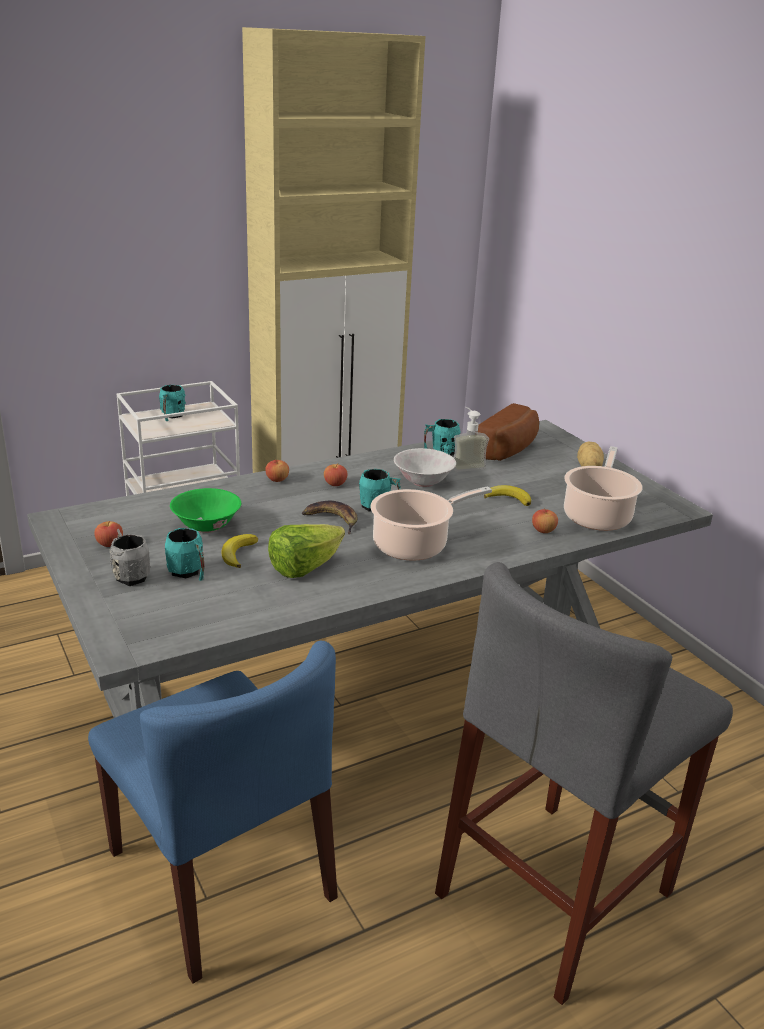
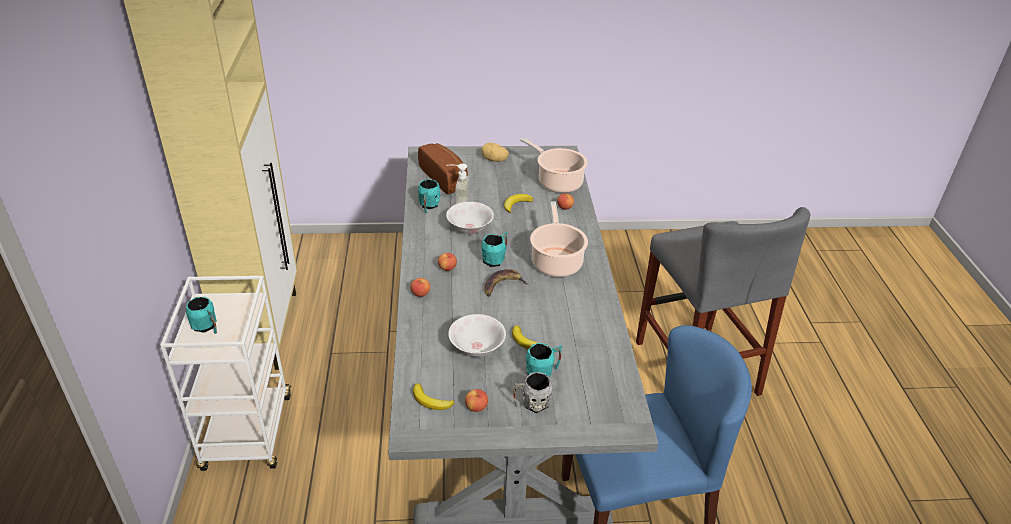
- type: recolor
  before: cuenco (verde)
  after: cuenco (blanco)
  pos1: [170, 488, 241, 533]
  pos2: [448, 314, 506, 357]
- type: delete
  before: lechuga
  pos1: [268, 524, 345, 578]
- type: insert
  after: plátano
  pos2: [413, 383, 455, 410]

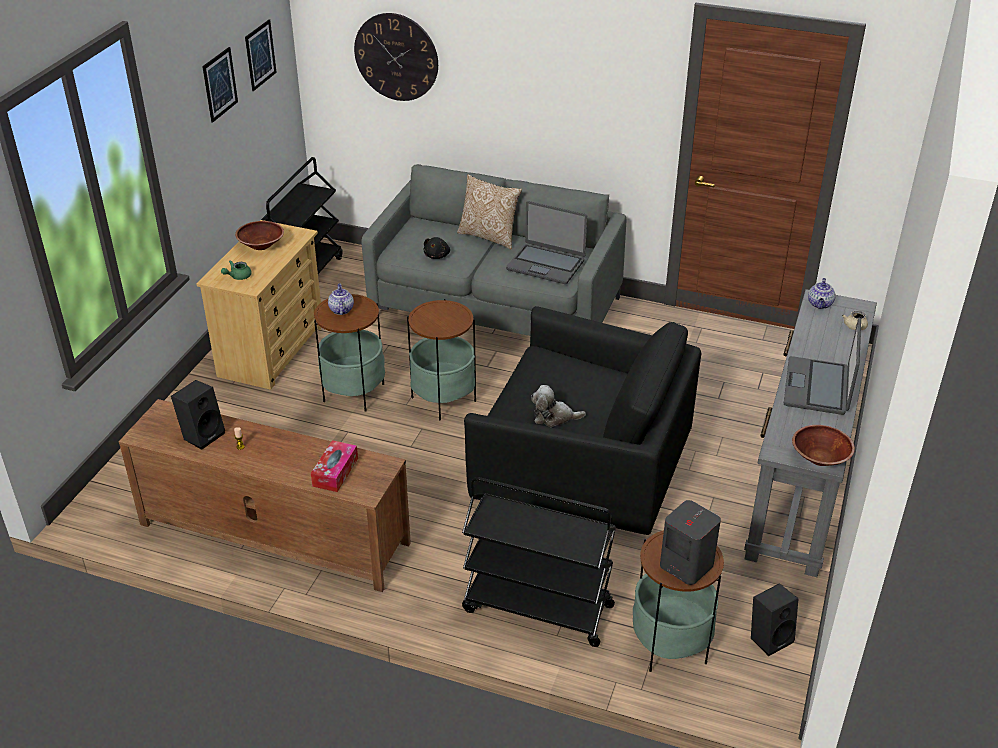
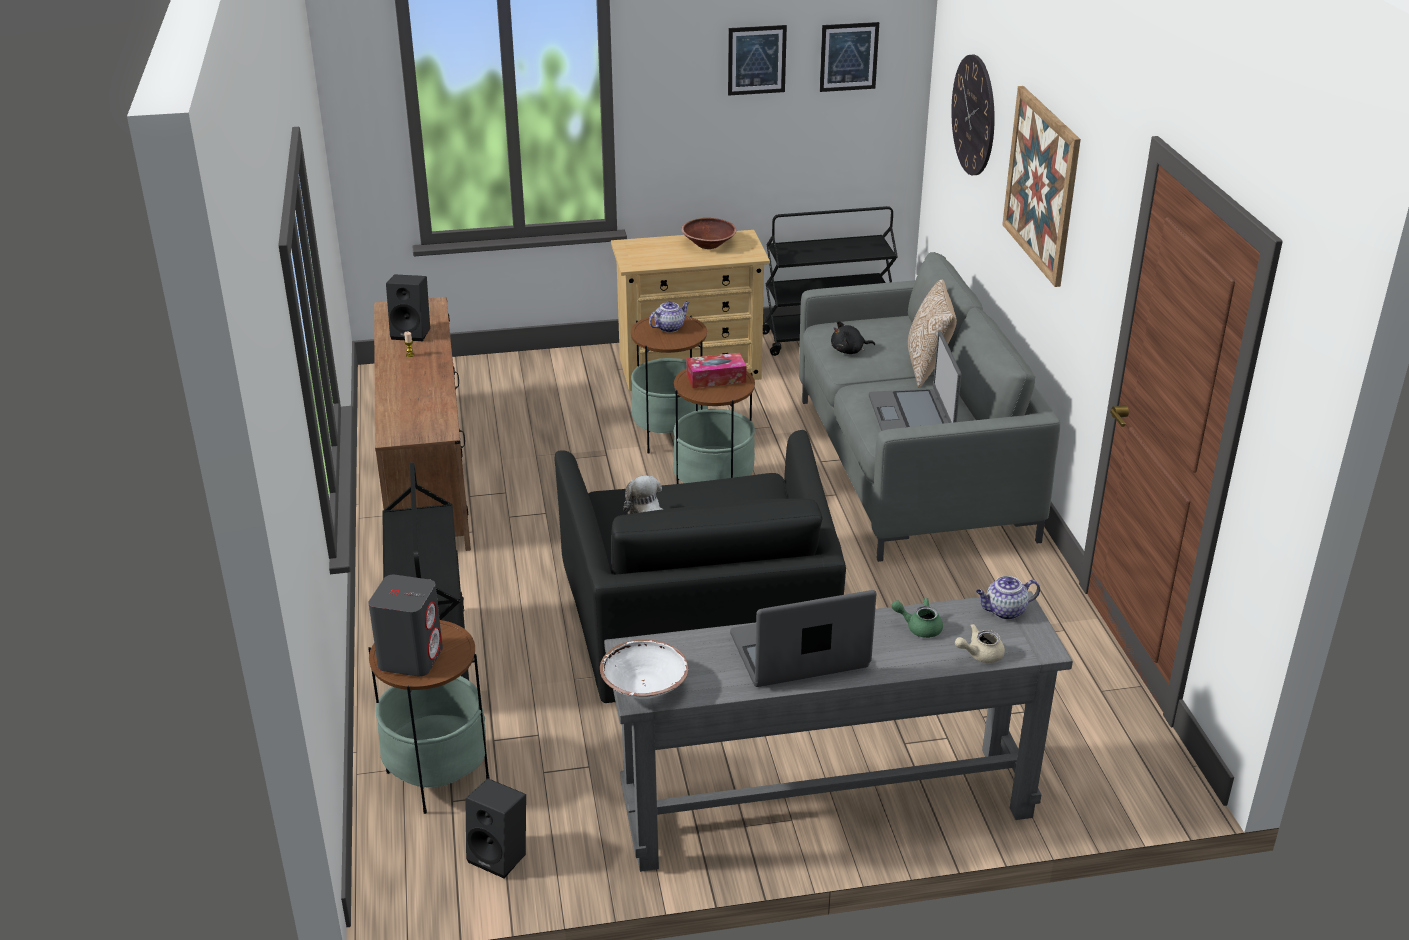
- type: move
  before: tetera (verde)
  pos1: [221, 260, 252, 280]
  pos2: [891, 598, 943, 638]
- type: move
  before: caja de pañuelos
  pos1: [311, 440, 358, 492]
  pos2: [687, 353, 746, 388]
- type: recolor
  before: cuenco (marrón)
  after: cuenco (blanco)
  pos1: [792, 425, 855, 466]
  pos2: [600, 640, 688, 699]
- type: insert
  after: cuadro
  pos2: [1002, 86, 1081, 287]

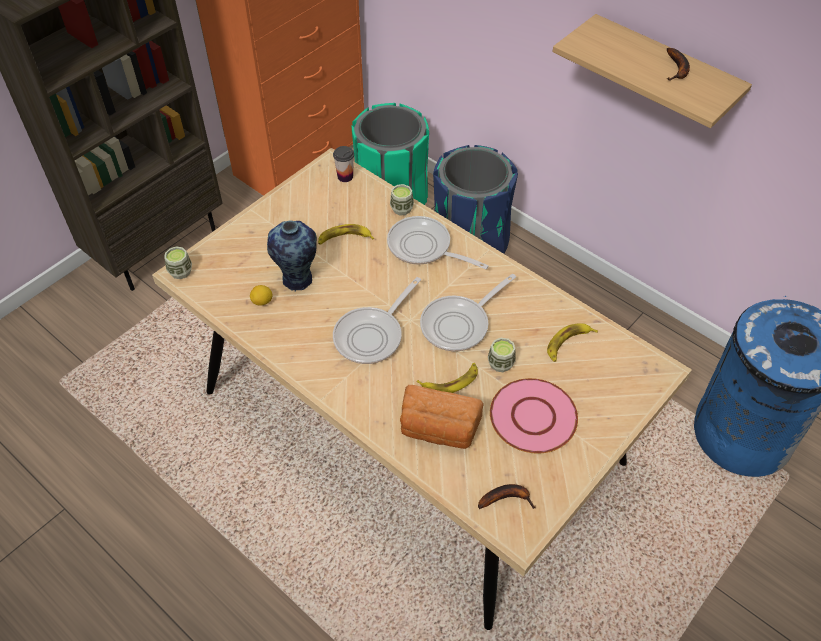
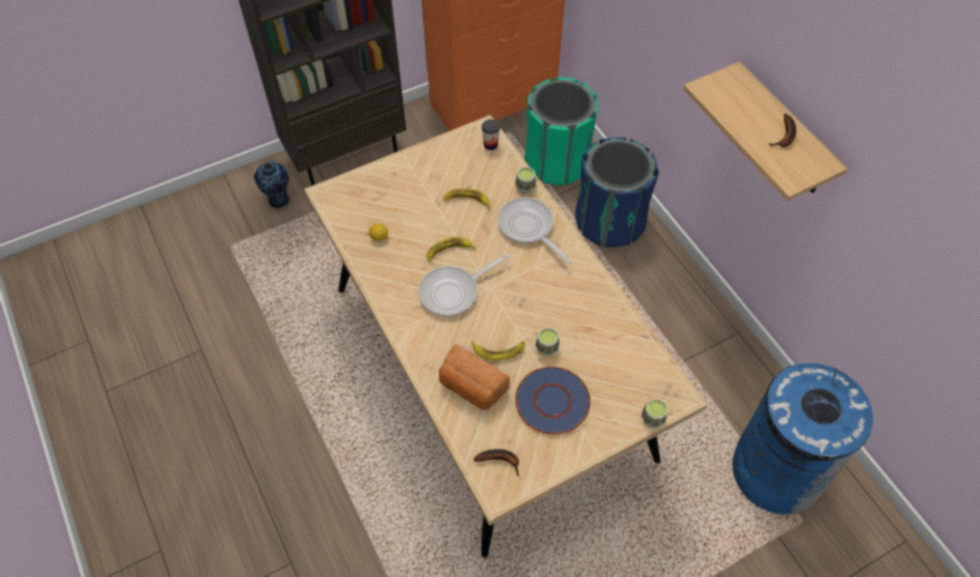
- type: move
  before: taza
  pos1: [164, 246, 192, 279]
  pos2: [641, 399, 668, 428]
- type: move
  before: florero
  pos1: [267, 220, 317, 291]
  pos2: [254, 162, 289, 208]
- type: delete
  before: sartén
  pos1: [420, 274, 516, 351]
- type: recolor
  before: plato (rosa)
  after: plato (azul)
  pos1: [490, 378, 578, 454]
  pos2: [515, 367, 591, 435]
- type: move
  before: plátano
  pos1: [547, 323, 598, 362]
  pos2: [427, 237, 476, 262]

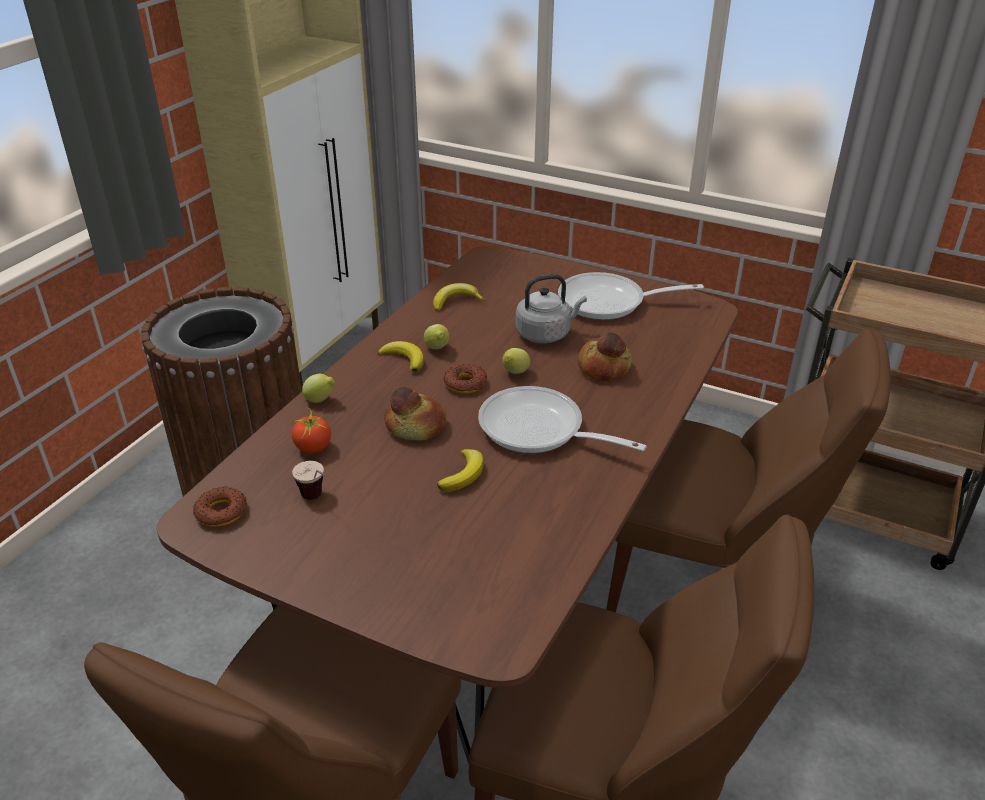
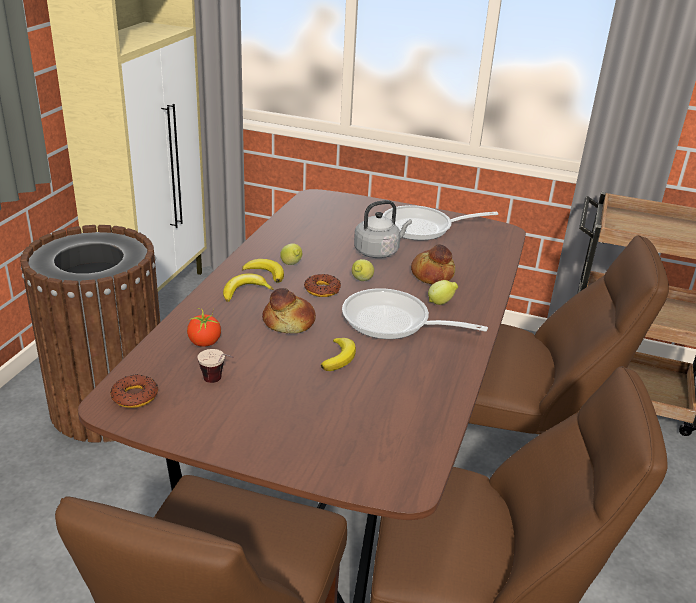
- type: move
  before: limón
  pos1: [302, 374, 335, 403]
  pos2: [428, 280, 458, 305]
- type: move
  before: plátano
  pos1: [433, 283, 485, 311]
  pos2: [223, 273, 273, 302]

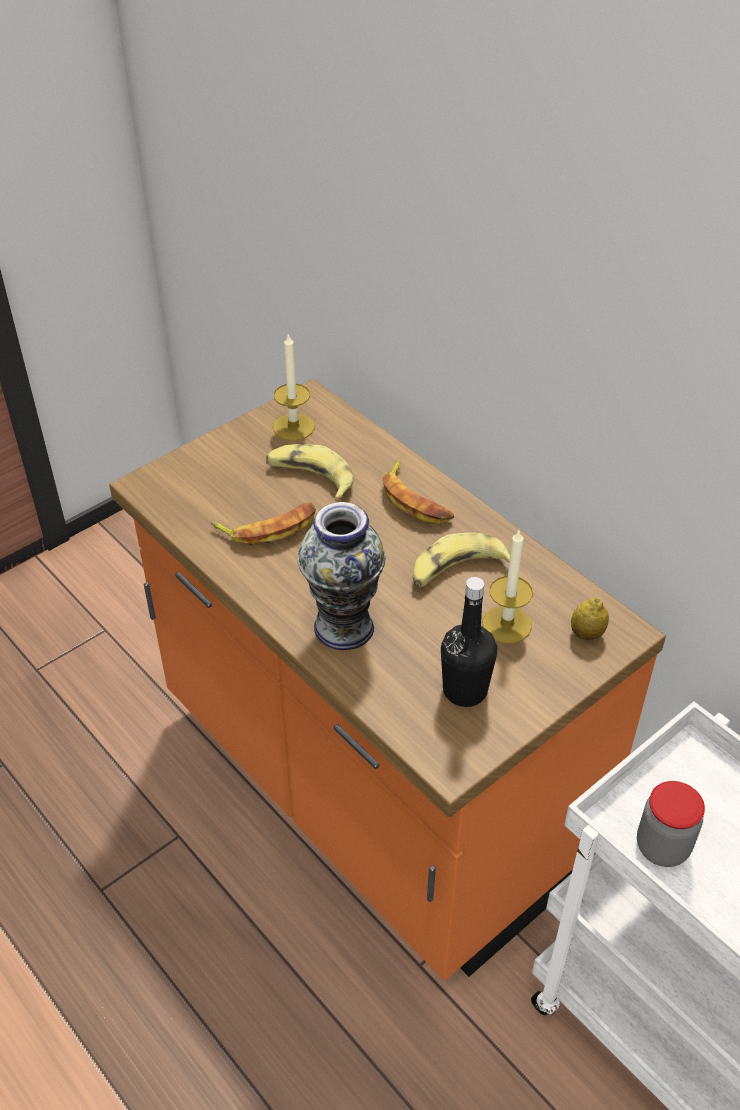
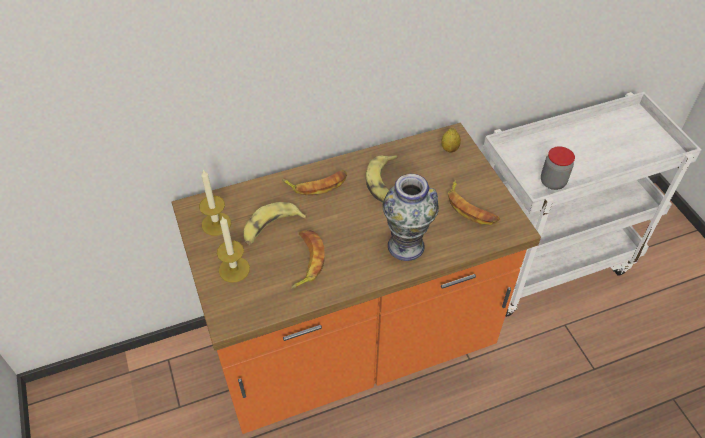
- type: replace
  before: botella (negro)
  after: plátano
  pos1: [441, 577, 497, 707]
  pos2: [448, 180, 500, 225]
- type: move
  before: vela
  pos1: [482, 530, 533, 643]
  pos2: [217, 216, 250, 282]

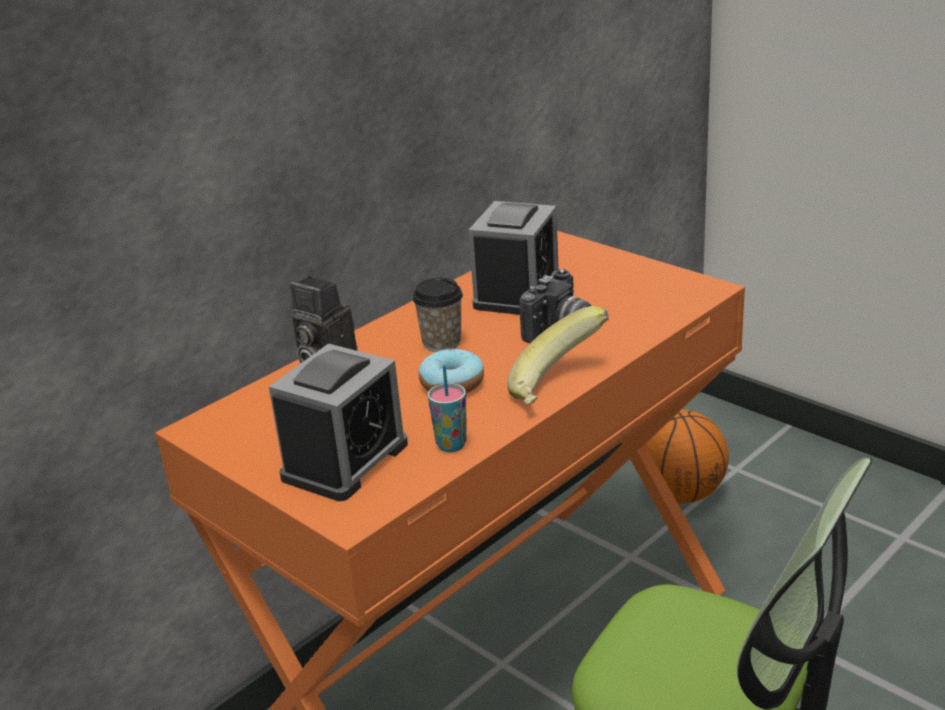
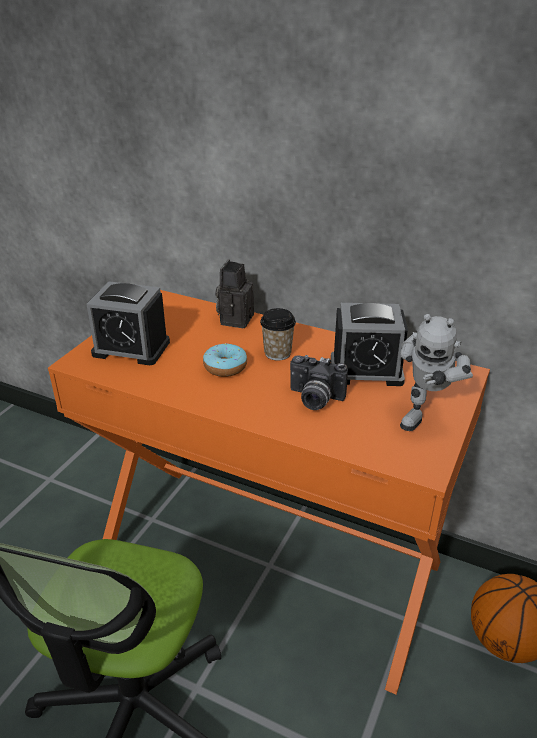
- type: delete
  before: taza
  pos1: [428, 365, 467, 452]
- type: delete
  before: plátano
  pos1: [507, 306, 609, 405]
- type: insert
  after: robot de juguete
  pos2: [400, 314, 473, 431]

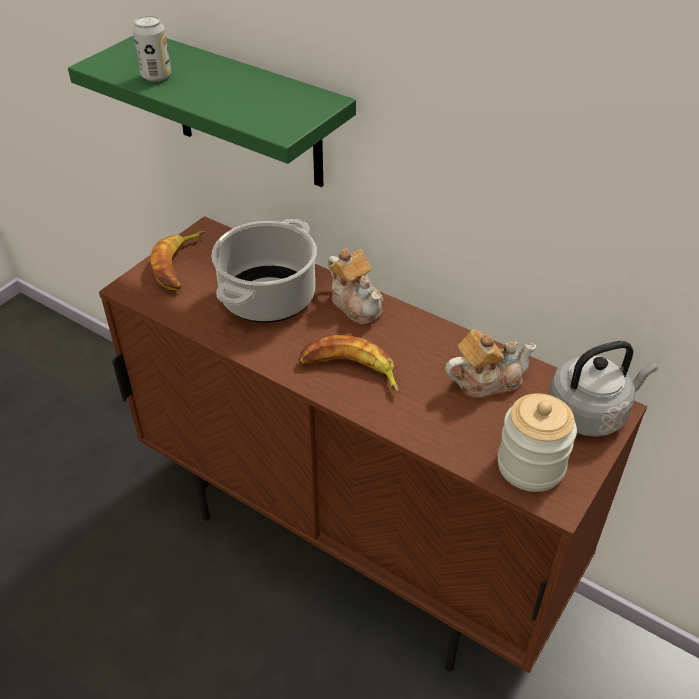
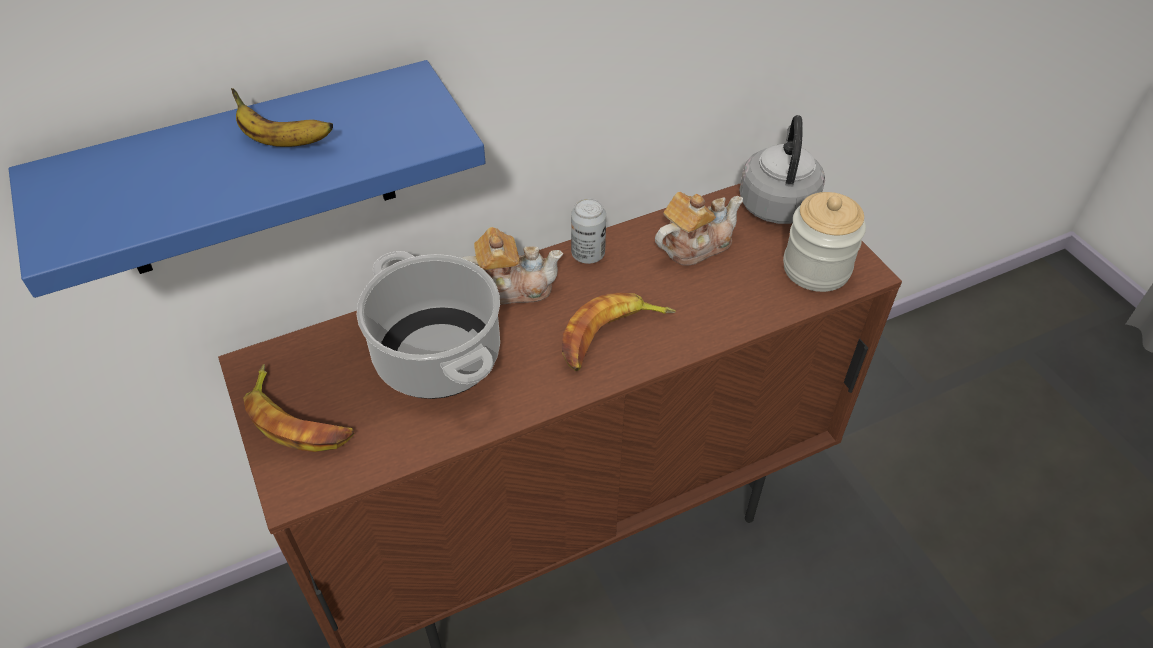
- type: recolor
  before: estante (verde)
  after: estante (azul)
  pos1: [68, 36, 356, 187]
  pos2: [9, 60, 486, 298]
- type: move
  before: lata
  pos1: [133, 16, 171, 82]
  pos2: [571, 198, 606, 264]
- type: rotate
  before: tetera
  pos1: [445, 329, 537, 398]
  pos2: [655, 192, 743, 266]
  turn: 45
- type: insert
  after: plátano
  pos2: [231, 88, 333, 147]

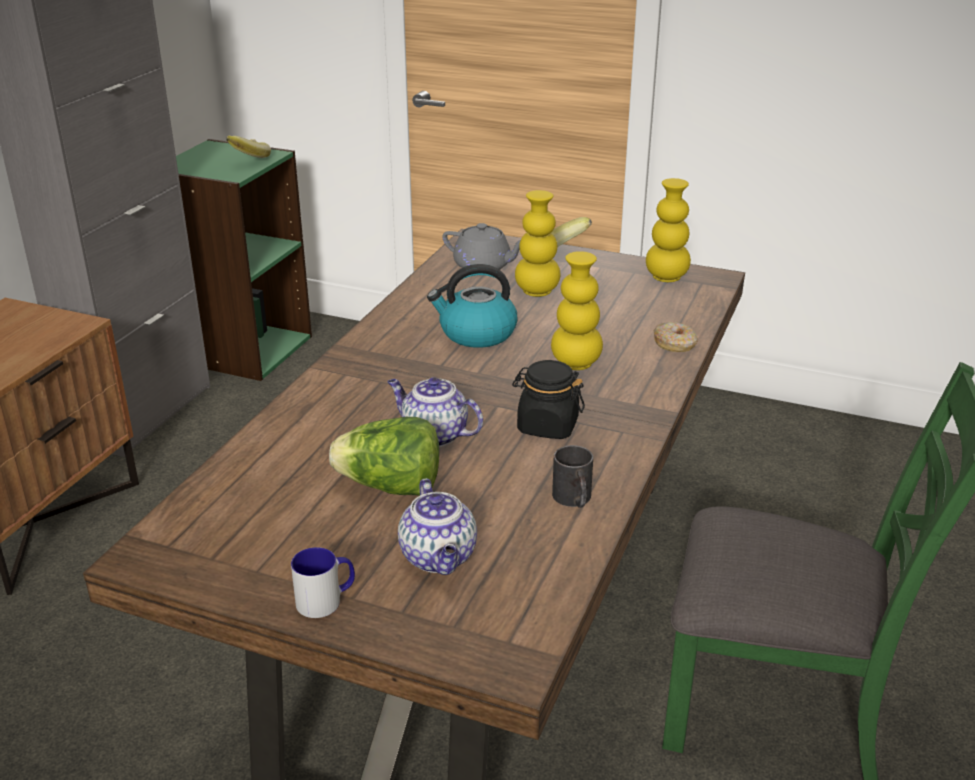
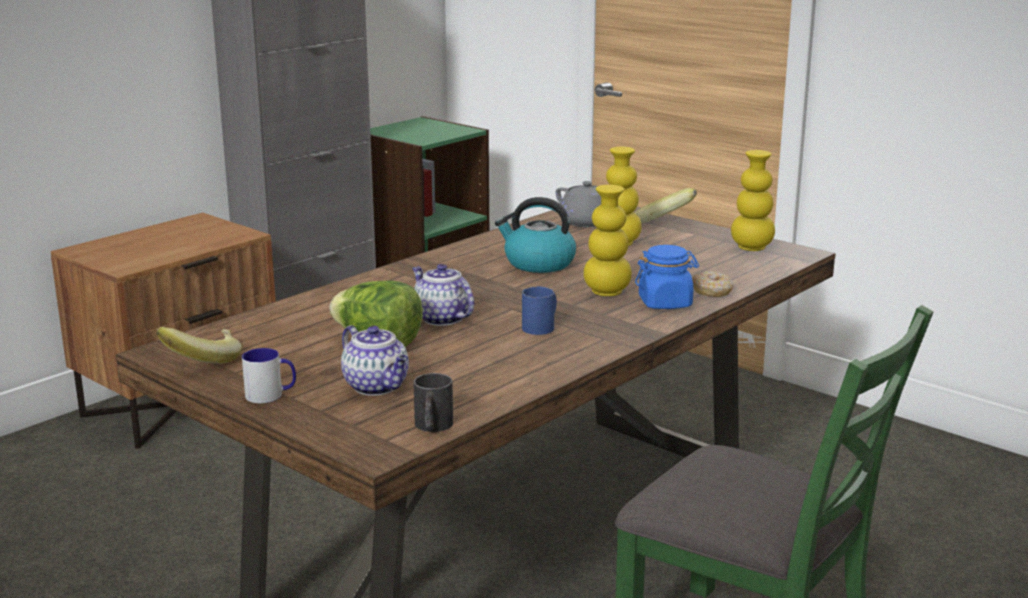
- type: move
  before: plátano
  pos1: [226, 136, 271, 158]
  pos2: [156, 327, 242, 364]
- type: rotate
  before: tetera
  pos1: [398, 478, 477, 575]
  pos2: [341, 325, 409, 396]
  turn: -45
- type: replace
  before: tarro (negro)
  after: taza grande (azul)
  pos1: [512, 360, 585, 439]
  pos2: [522, 287, 557, 335]
- type: move
  before: taza grande (negro)
  pos1: [552, 445, 593, 508]
  pos2: [413, 373, 453, 432]
- type: insert
  after: tarro (azul)
  pos2: [635, 245, 699, 309]

